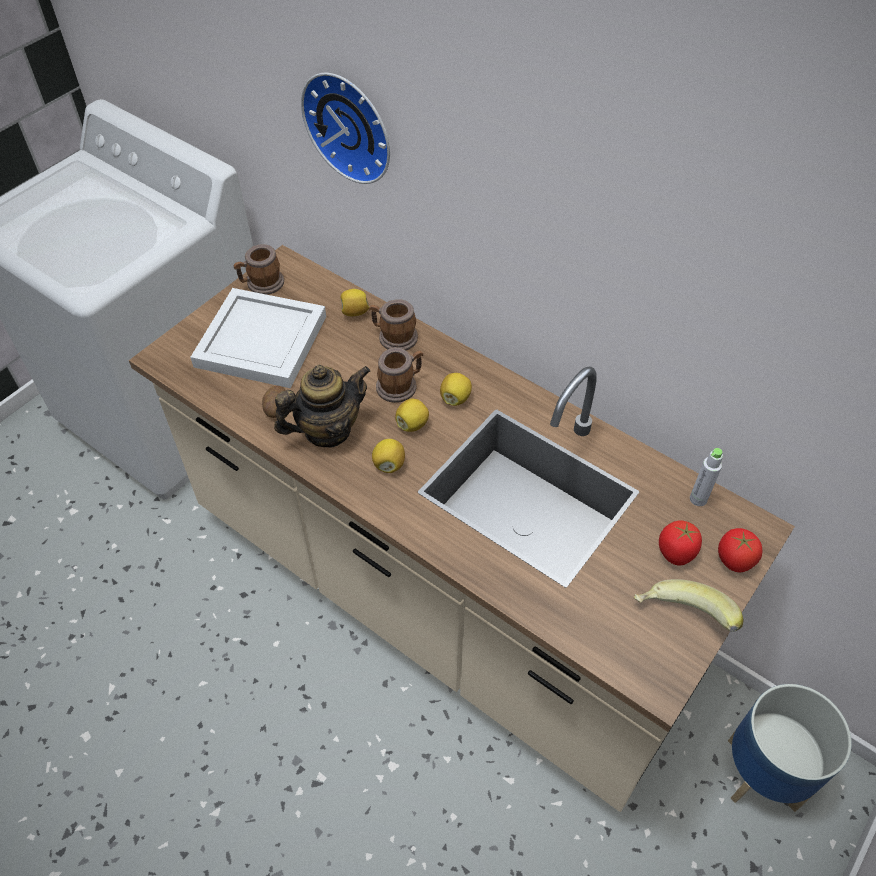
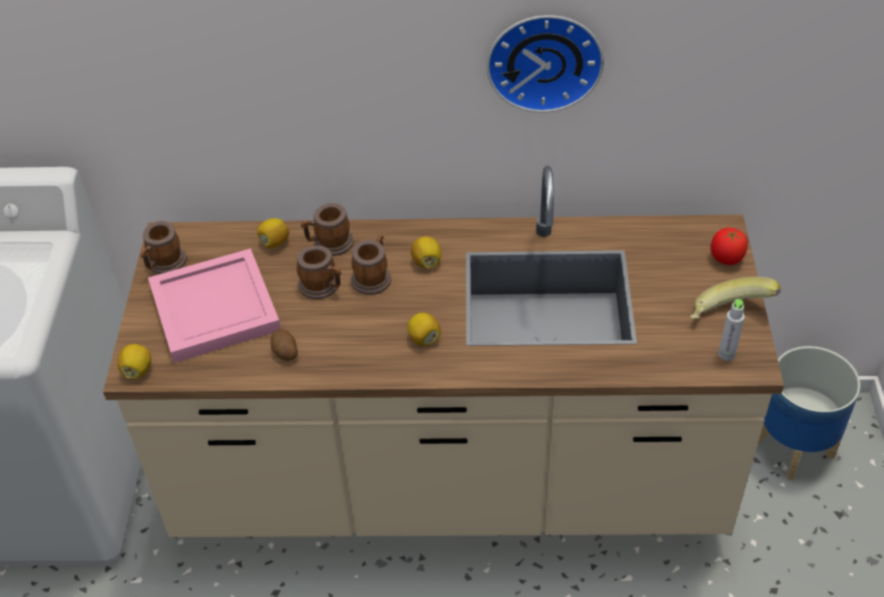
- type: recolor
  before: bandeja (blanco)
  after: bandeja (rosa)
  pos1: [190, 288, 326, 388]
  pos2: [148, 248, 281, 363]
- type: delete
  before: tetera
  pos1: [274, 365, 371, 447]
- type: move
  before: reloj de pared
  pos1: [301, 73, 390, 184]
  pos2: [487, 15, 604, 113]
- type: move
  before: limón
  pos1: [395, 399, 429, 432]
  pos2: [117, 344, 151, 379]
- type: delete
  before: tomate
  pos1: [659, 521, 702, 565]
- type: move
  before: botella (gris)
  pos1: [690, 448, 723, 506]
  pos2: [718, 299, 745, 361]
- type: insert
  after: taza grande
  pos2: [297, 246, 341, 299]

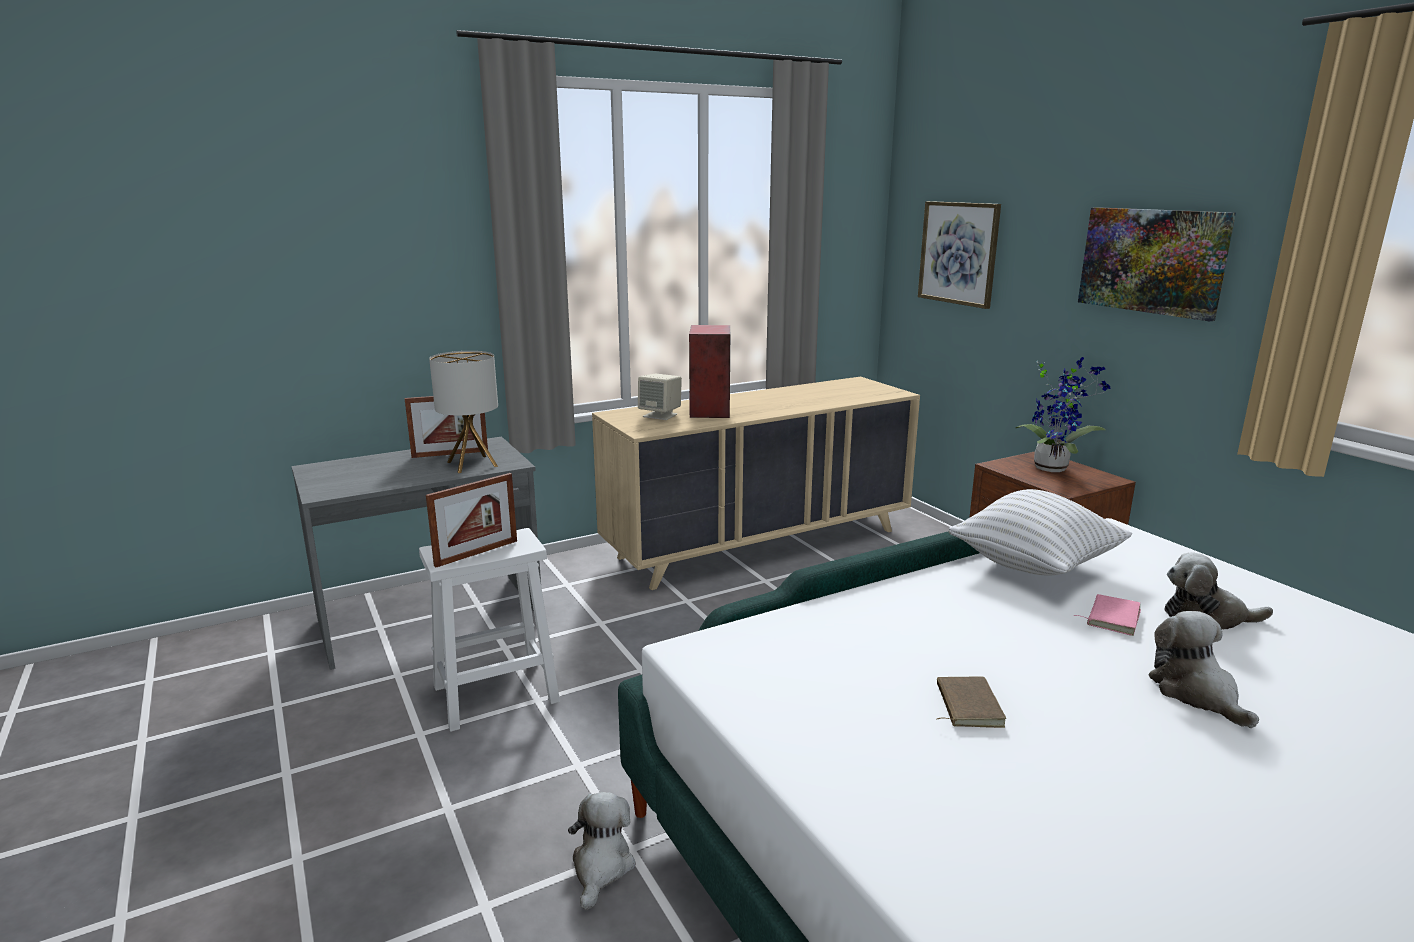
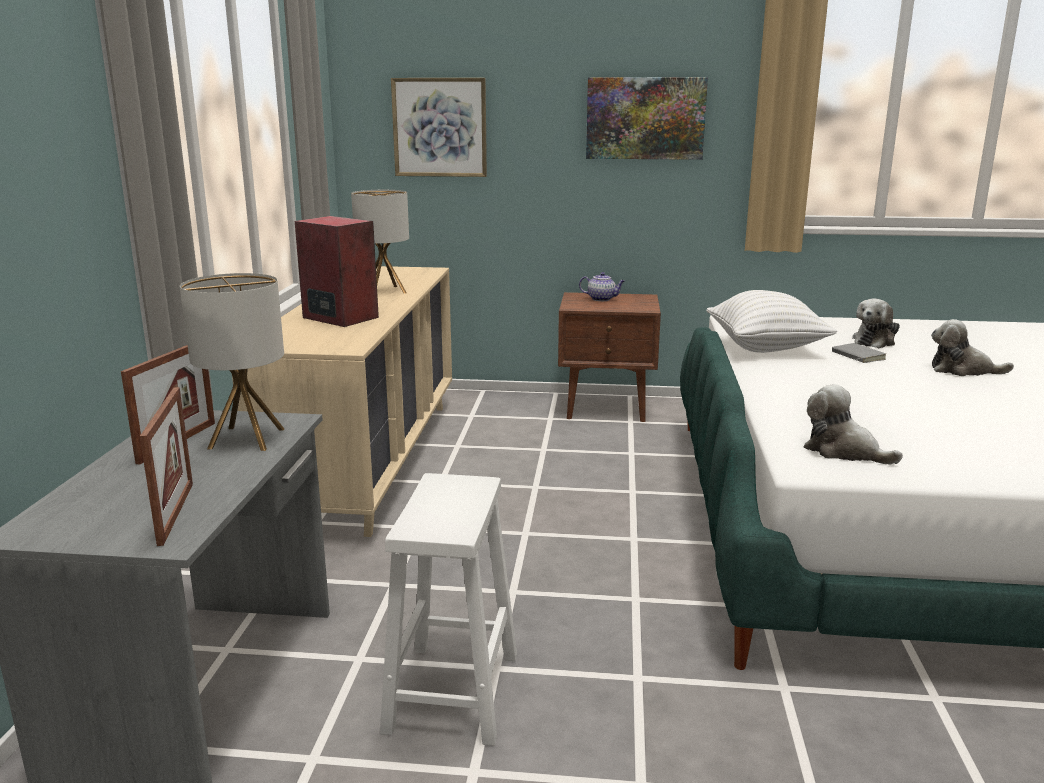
- type: move
  before: portarretratos
  pos1: [426, 473, 517, 567]
  pos2: [140, 387, 193, 546]
- type: move
  before: peluche
  pos1: [568, 792, 635, 910]
  pos2: [803, 384, 903, 464]
- type: delete
  before: altavoz (beis)
  pos1: [638, 374, 682, 420]
- type: delete
  before: libro (marrón)
  pos1: [936, 676, 1006, 728]
- type: replace
  before: planta en maceta
  after: tetera
  pos1: [1015, 357, 1110, 472]
  pos2: [579, 272, 625, 301]
- type: recolor
  before: libro (rosa)
  after: libro (gris)
  pos1: [1074, 594, 1141, 636]
  pos2: [832, 343, 886, 363]
- type: insert
  after: lámpara de mesa
  pos2: [351, 190, 409, 294]

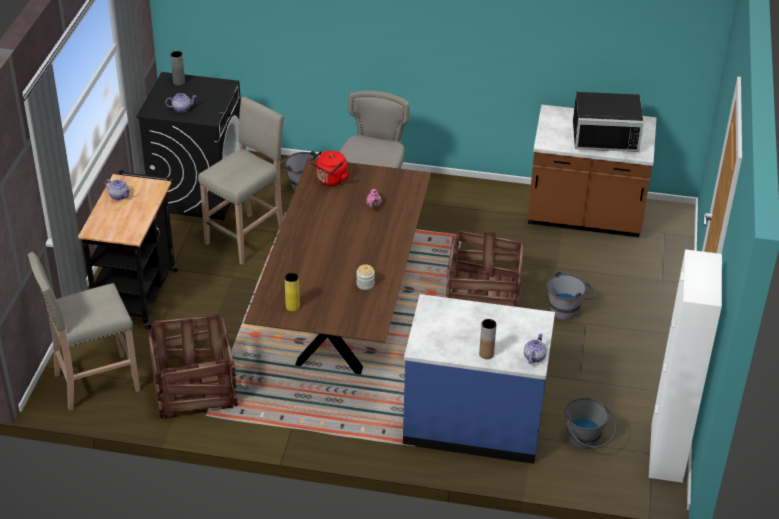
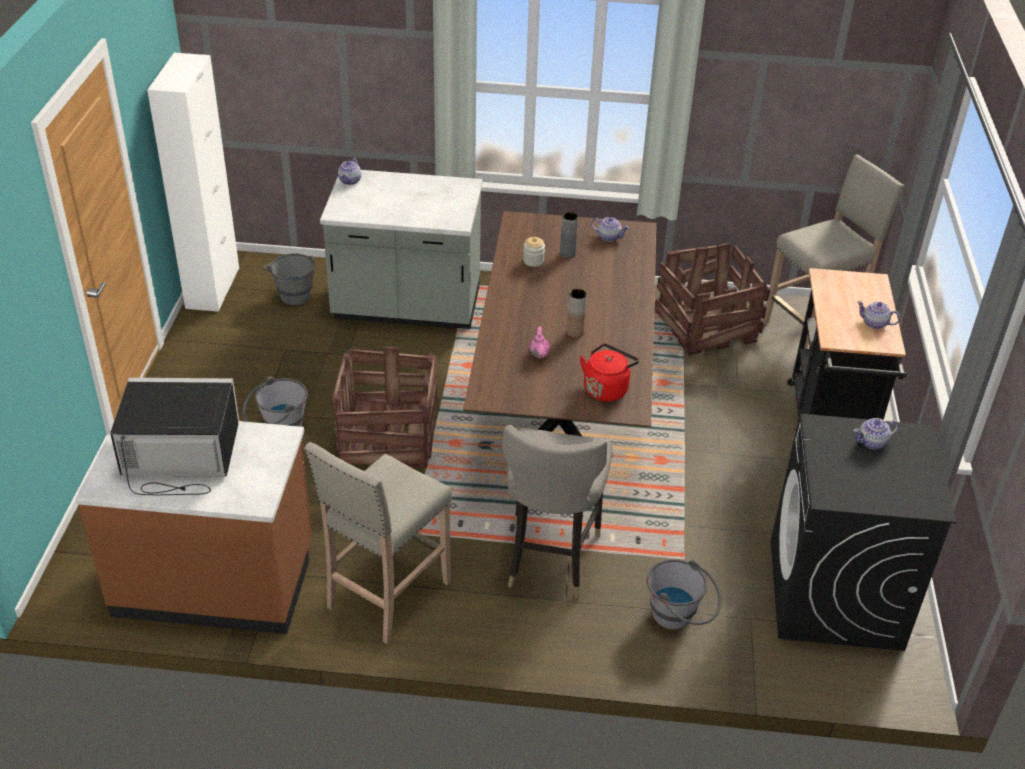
- type: move
  before: florero (gris)
  pos1: [171, 51, 185, 86]
  pos2: [560, 212, 578, 258]
- type: move
  before: taburete (beis)
  pos1: [198, 97, 284, 265]
  pos2: [304, 442, 452, 644]
- type: replace
  before: florero (amarillo)
  after: tetera
  pos1: [285, 273, 300, 312]
  pos2: [591, 217, 630, 242]
- type: recolor
  before: mueble bajo de cocina (azul)
  after: mueble bajo de cocina (gris)
  pos1: [403, 294, 555, 464]
  pos2: [320, 170, 483, 329]
- type: move
  before: florero (marrón)
  pos1: [479, 319, 497, 359]
  pos2: [567, 289, 587, 338]

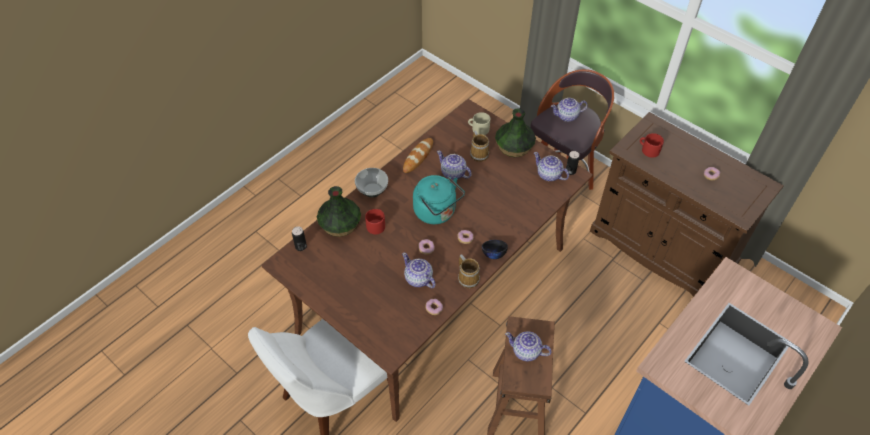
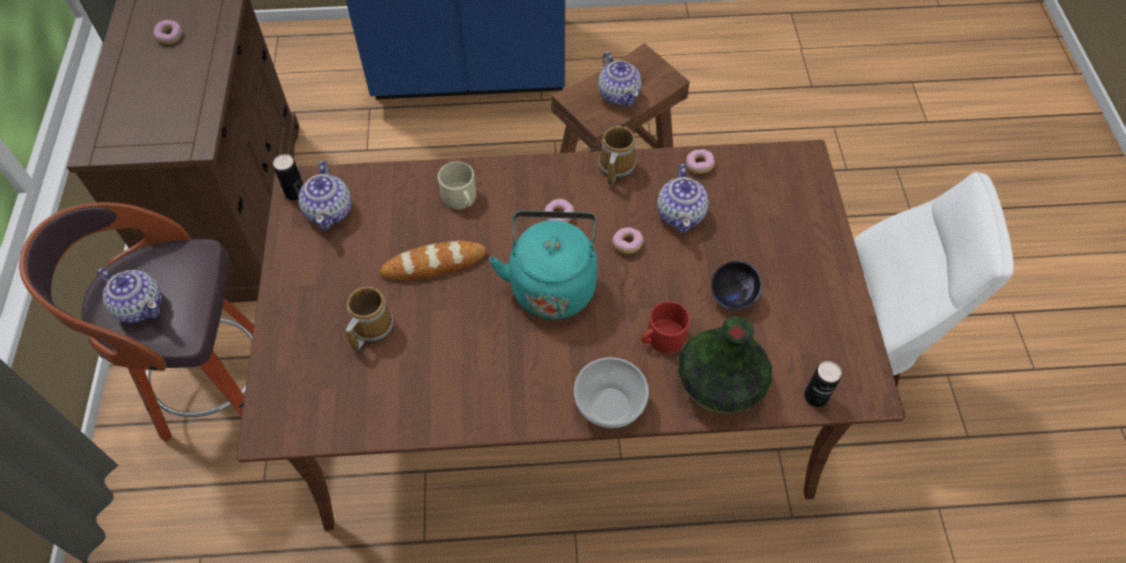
- type: move
  before: pan
  pos1: [403, 138, 433, 173]
  pos2: [380, 241, 487, 280]
- type: delete
  before: tetera
  pos1: [437, 151, 472, 180]
- type: move
  before: taza grande (beis)
  pos1: [468, 112, 490, 135]
  pos2: [438, 162, 476, 209]
- type: move
  before: cuenco (negro)
  pos1: [482, 240, 508, 259]
  pos2: [711, 261, 762, 310]
- type: delete
  before: florero
  pos1: [495, 108, 536, 157]
- type: delete
  before: taza grande (rojo)
  pos1: [640, 133, 664, 158]

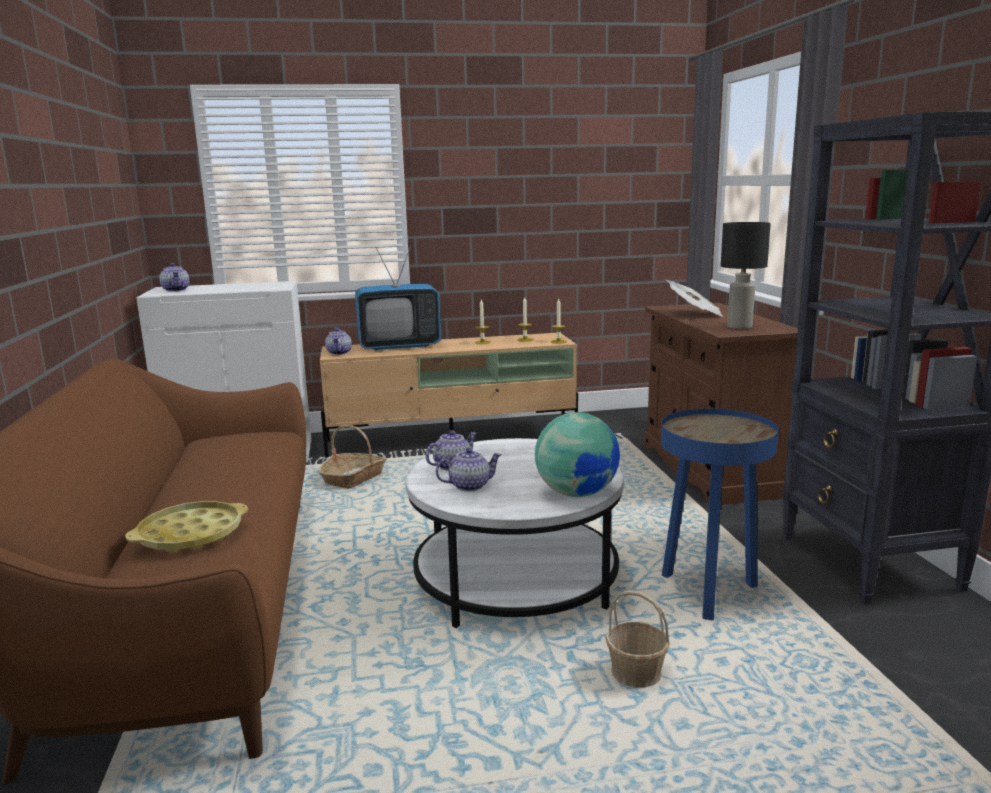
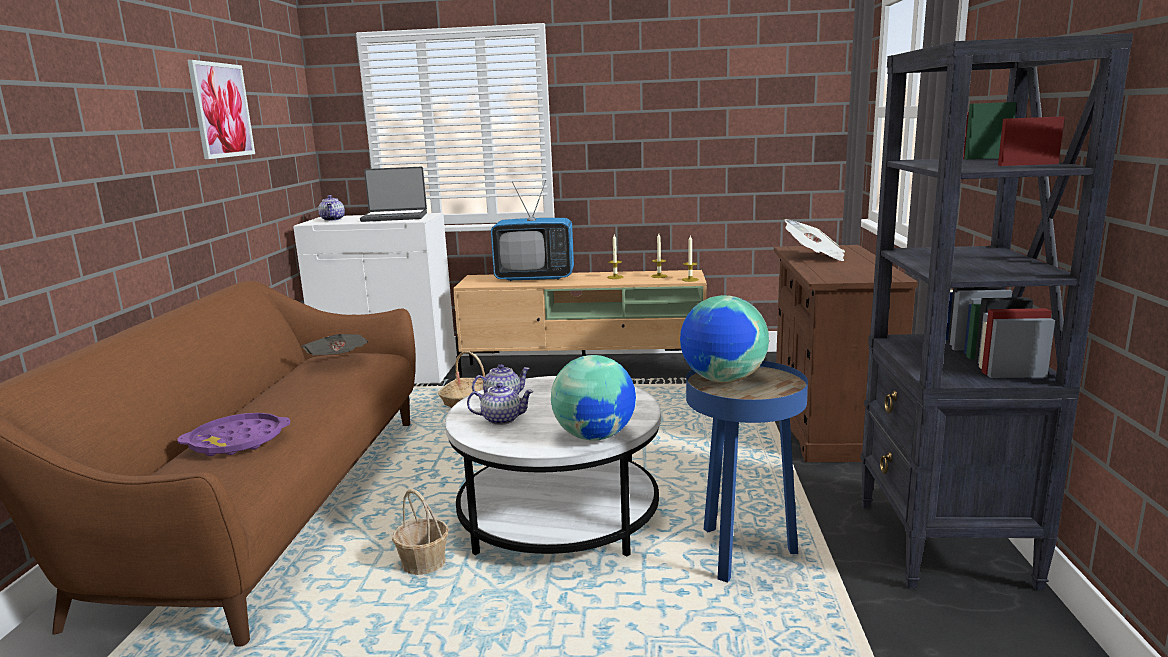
- type: recolor
  before: bandeja (amarillo)
  after: bandeja (morado)
  pos1: [125, 501, 248, 553]
  pos2: [177, 413, 290, 456]
- type: delete
  before: tetera
  pos1: [325, 328, 352, 355]
- type: move
  before: cesta
  pos1: [605, 590, 670, 688]
  pos2: [392, 489, 449, 575]
- type: delete
  before: lámpara de mesa (negro)
  pos1: [721, 222, 771, 329]
- type: insert
  after: cuadro
  pos2: [187, 60, 255, 159]
- type: insert
  after: periódico
  pos2: [301, 334, 369, 356]
- type: insert
  after: portátil
  pos2: [360, 167, 427, 222]
- type: insert
  after: globo terráqueo
  pos2: [680, 295, 769, 383]

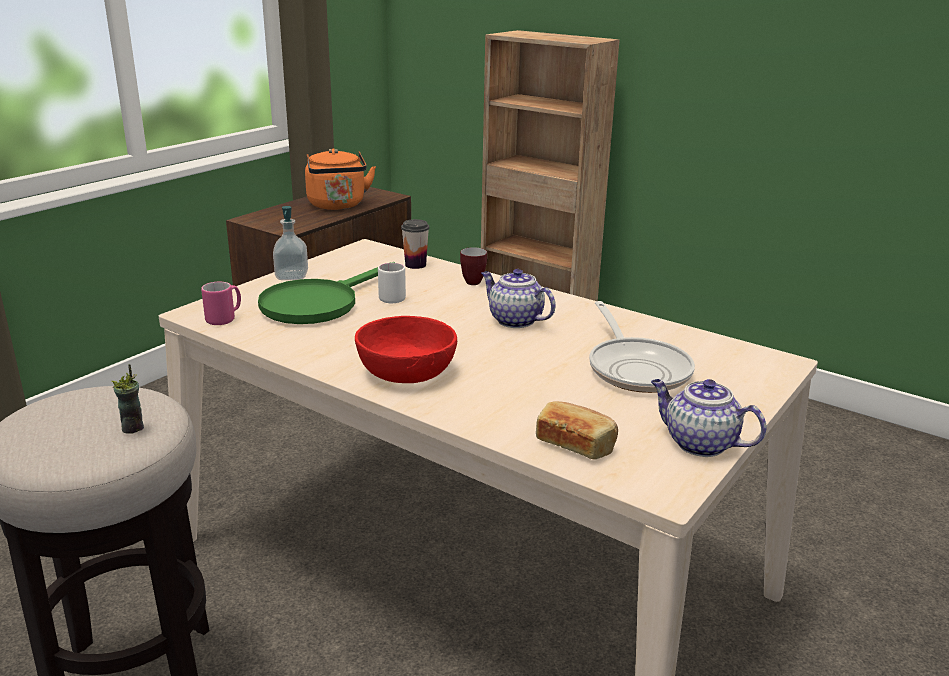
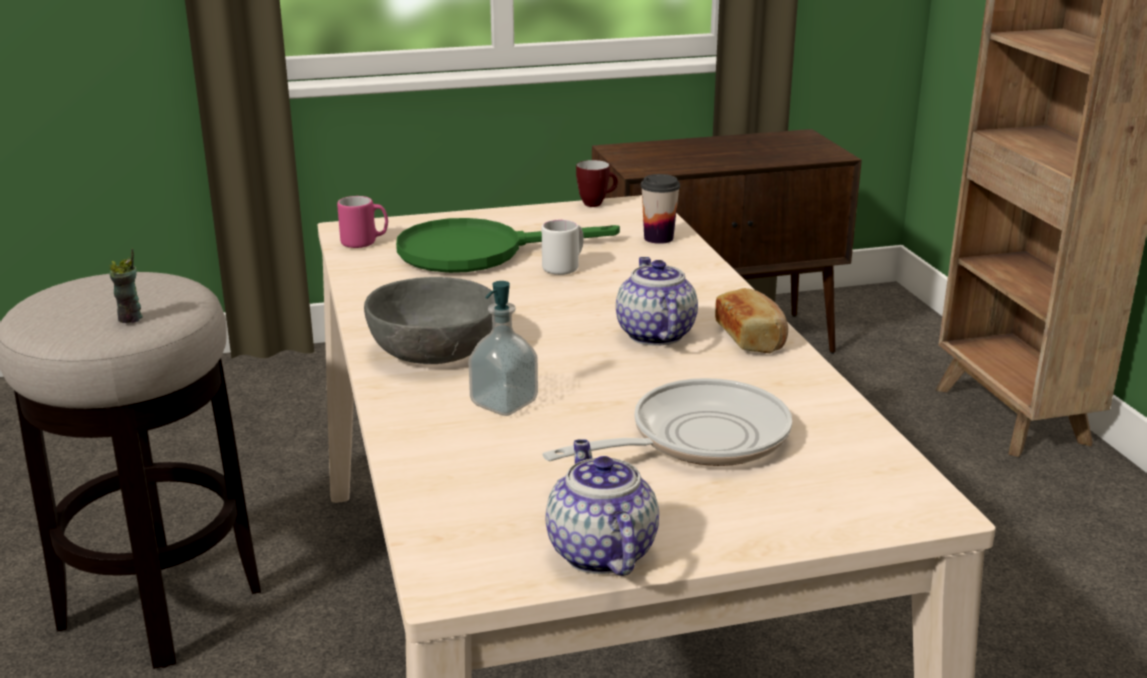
- type: move
  before: dispensador de jabón
  pos1: [273, 206, 308, 280]
  pos2: [468, 281, 538, 416]
- type: delete
  before: hervidor (naranja)
  pos1: [305, 148, 376, 210]
- type: recolor
  before: cuenco (rojo)
  after: cuenco (gris)
  pos1: [355, 316, 457, 383]
  pos2: [364, 277, 495, 364]
- type: move
  before: taza grande
  pos1: [460, 247, 487, 285]
  pos2: [576, 160, 618, 207]
- type: move
  before: pan
  pos1: [536, 401, 618, 459]
  pos2: [715, 288, 788, 353]
- type: rotate
  before: sartén
  pos1: [589, 301, 695, 393]
  pos2: [542, 378, 792, 466]
  turn: -150

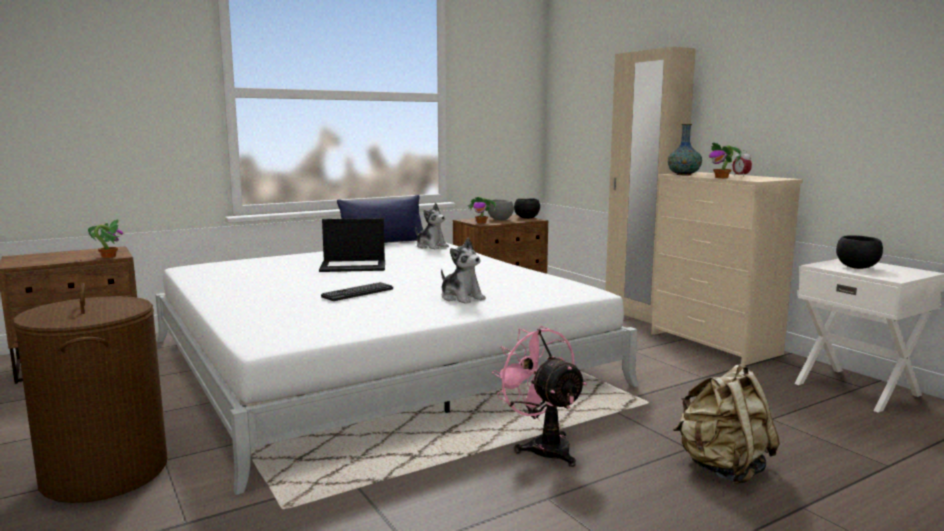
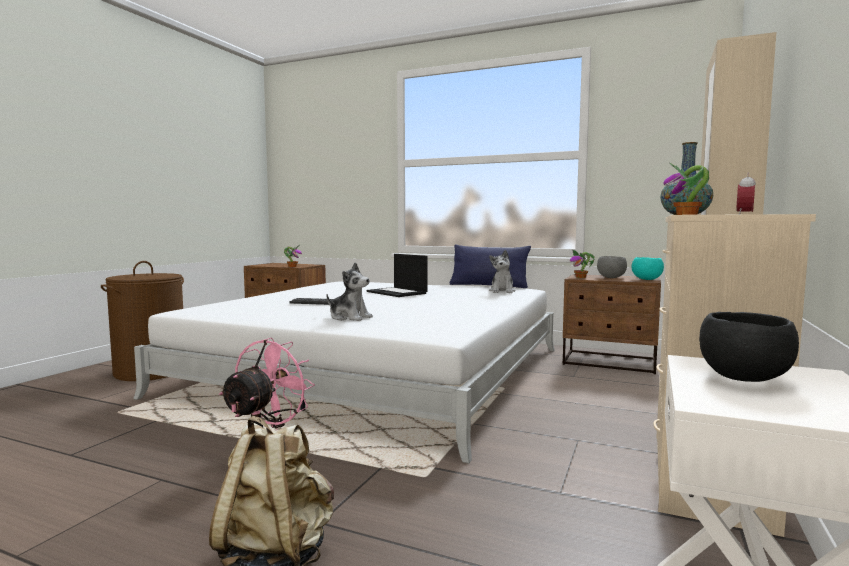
- type: rotate
  before: peluche
  pos1: [441, 238, 486, 304]
  pos2: [327, 262, 373, 321]
  turn: -75
- type: recolor
  before: cuenco (negro)
  after: cuenco (turquesa)
  pos1: [514, 198, 540, 219]
  pos2: [632, 257, 664, 280]

